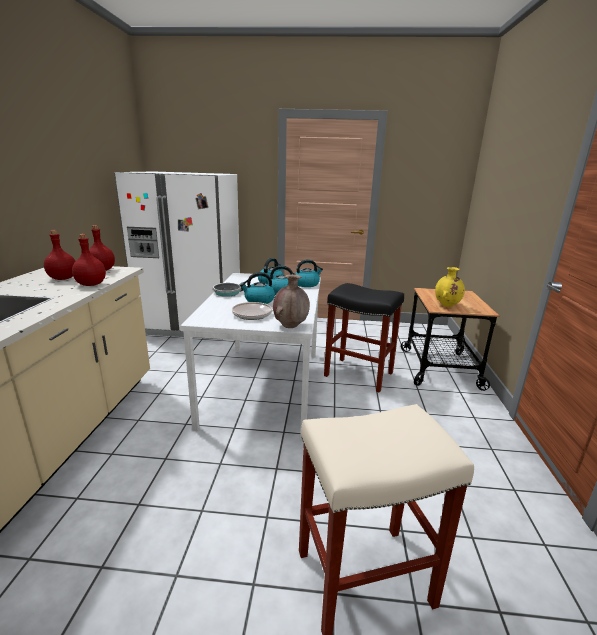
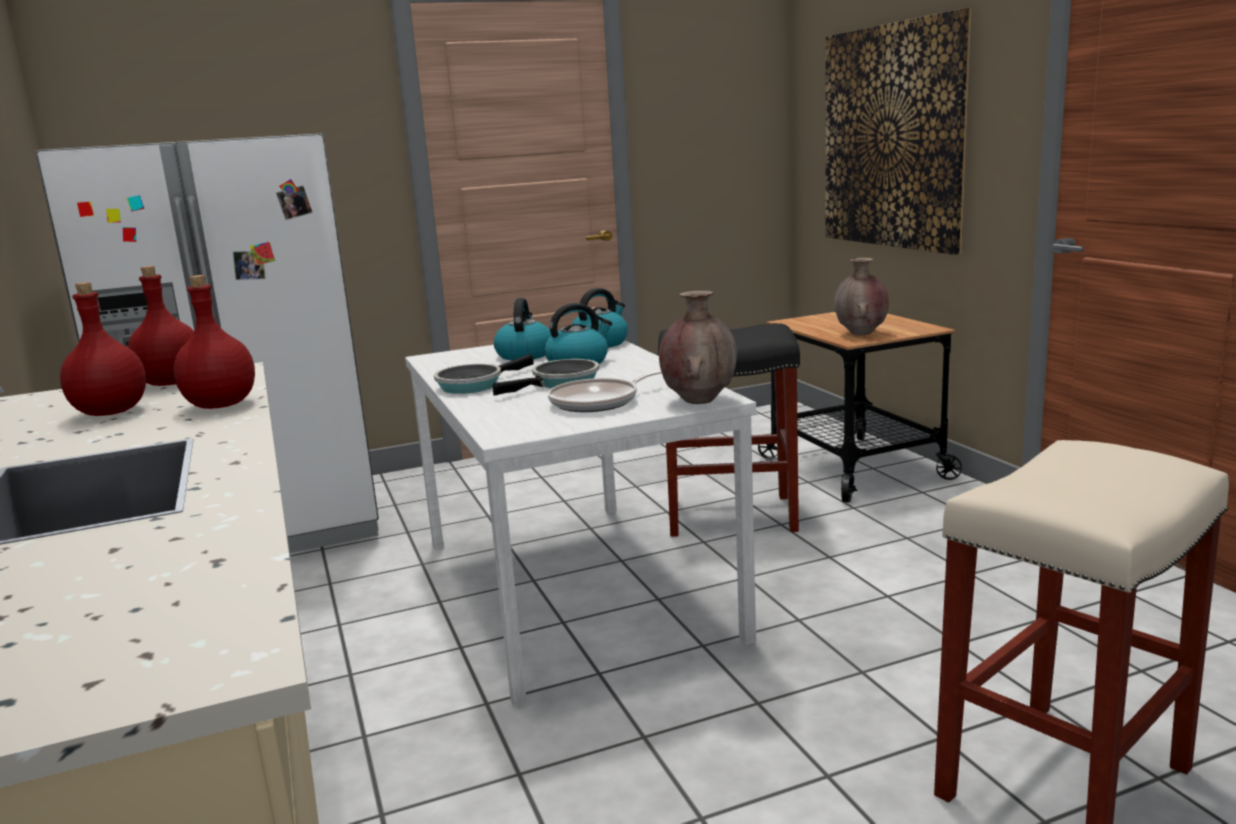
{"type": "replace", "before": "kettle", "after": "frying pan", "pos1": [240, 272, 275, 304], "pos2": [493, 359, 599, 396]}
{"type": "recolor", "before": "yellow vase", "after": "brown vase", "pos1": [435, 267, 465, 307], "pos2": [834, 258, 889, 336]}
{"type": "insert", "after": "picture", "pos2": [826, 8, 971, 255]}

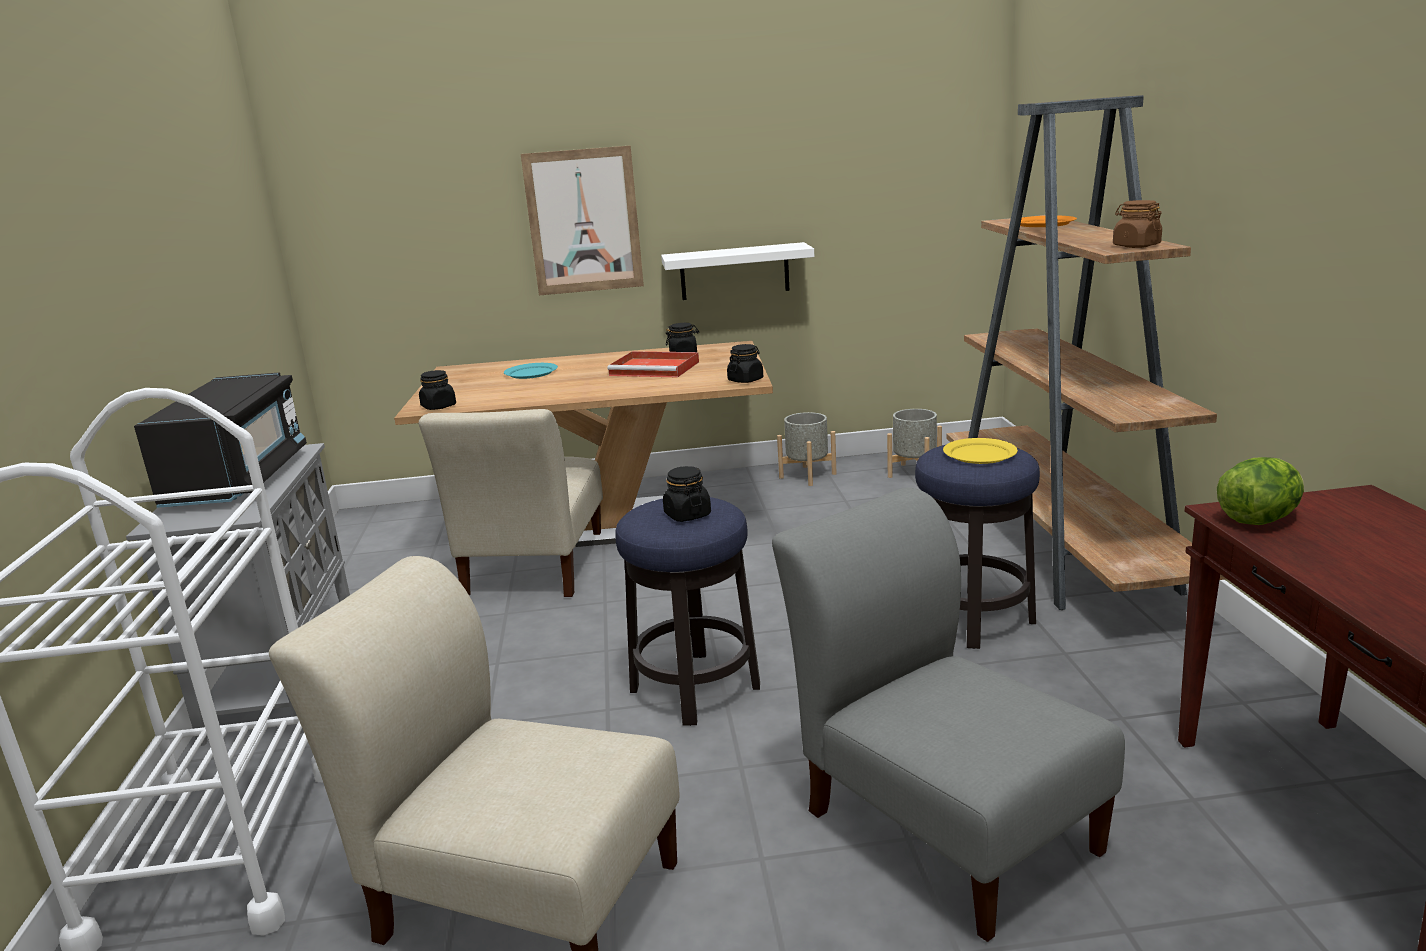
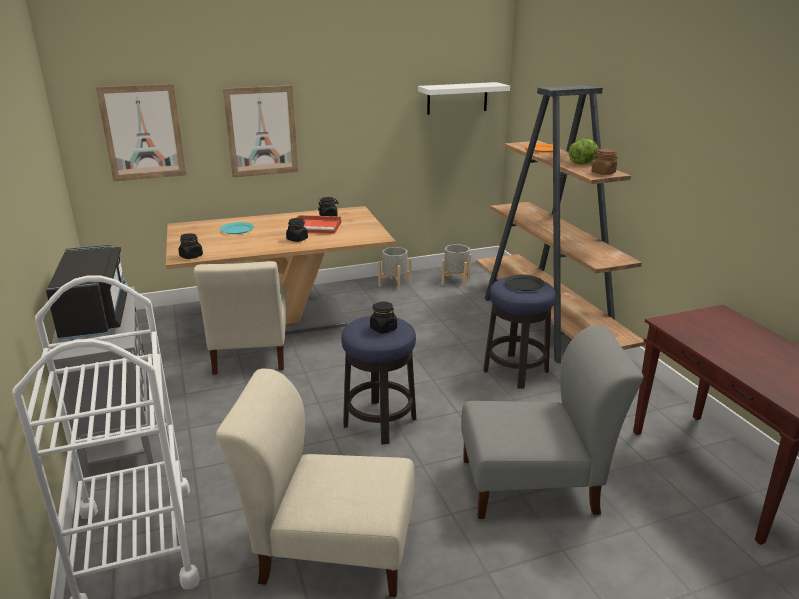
{"type": "move", "before": "white shelf", "pos1": [661, 242, 814, 300], "pos2": [418, 82, 510, 115]}
{"type": "move", "before": "black jar", "pos1": [727, 344, 763, 383], "pos2": [286, 218, 308, 242]}
{"type": "rotate", "before": "grey chair", "pos1": [772, 487, 1125, 942], "pos2": [461, 325, 643, 519], "turn": 135}
{"type": "recolor", "before": "yellow plate", "after": "black plate", "pos1": [943, 438, 1018, 464], "pos2": [505, 275, 545, 291]}
{"type": "move", "before": "lettuce", "pos1": [1217, 457, 1304, 525], "pos2": [569, 139, 598, 164]}
{"type": "insert", "after": "picture", "pos2": [96, 84, 186, 181]}

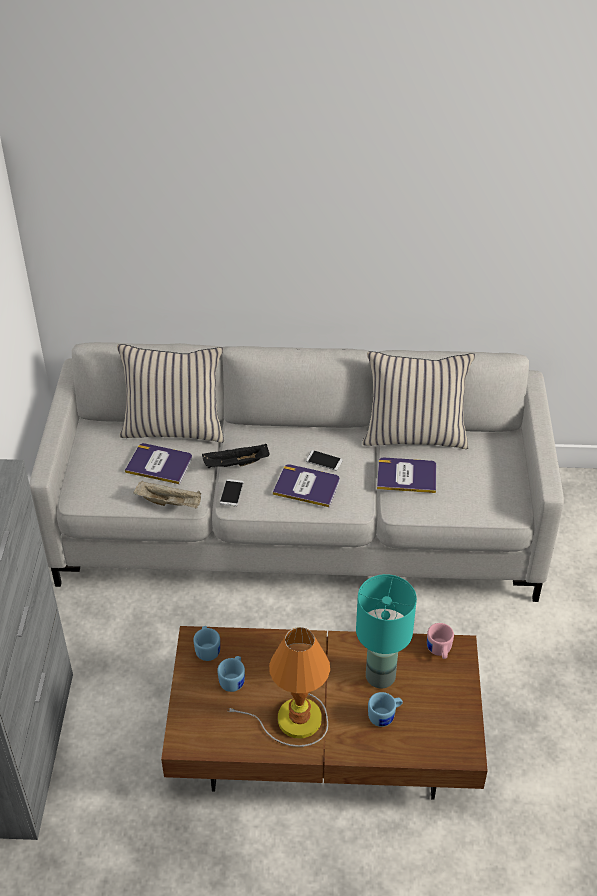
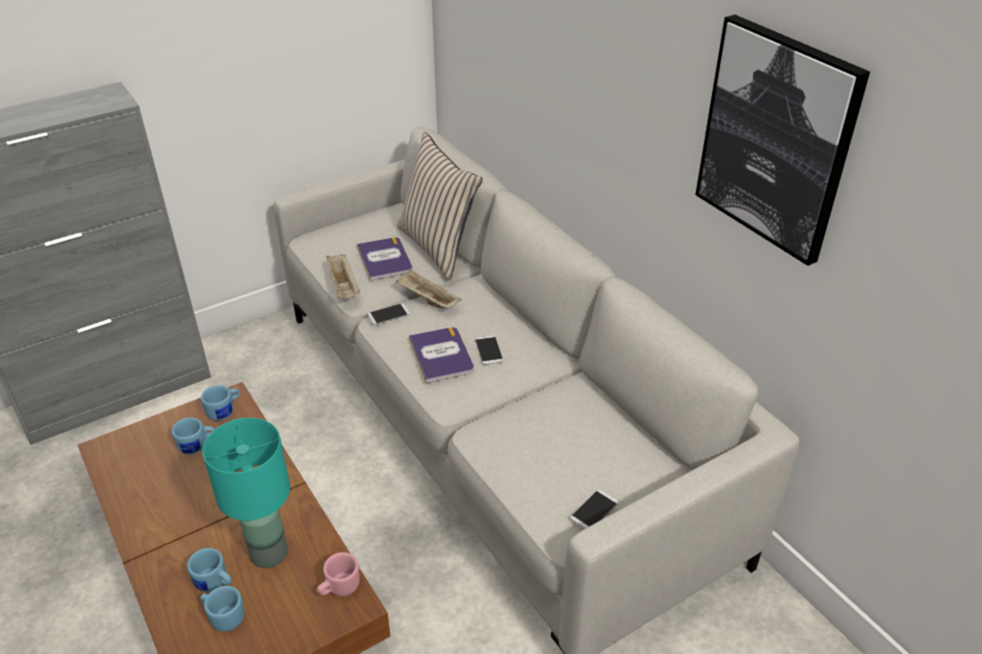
{"type": "recolor", "before": "black tray", "after": "beige tray", "pos1": [202, 443, 269, 468], "pos2": [396, 270, 462, 308]}
{"type": "delete", "before": "table lamp", "pos1": [228, 627, 330, 747]}
{"type": "delete", "before": "beige pillow", "pos1": [363, 352, 475, 449]}
{"type": "delete", "before": "book", "pos1": [377, 458, 436, 493]}
{"type": "insert", "after": "blue mug", "pos2": [200, 586, 244, 632]}
{"type": "insert", "after": "phone", "pos2": [570, 490, 618, 529]}
{"type": "insert", "after": "picture", "pos2": [695, 15, 870, 266]}

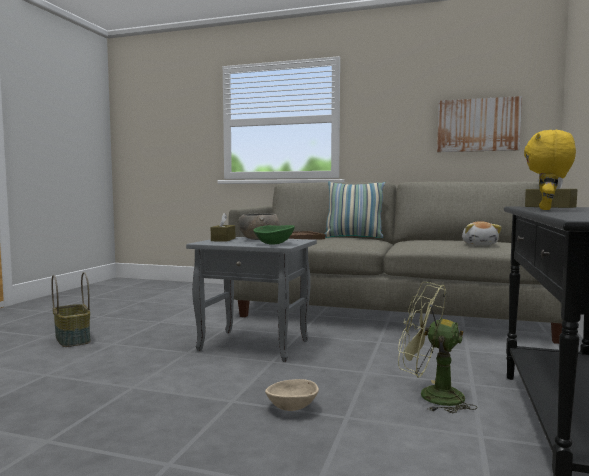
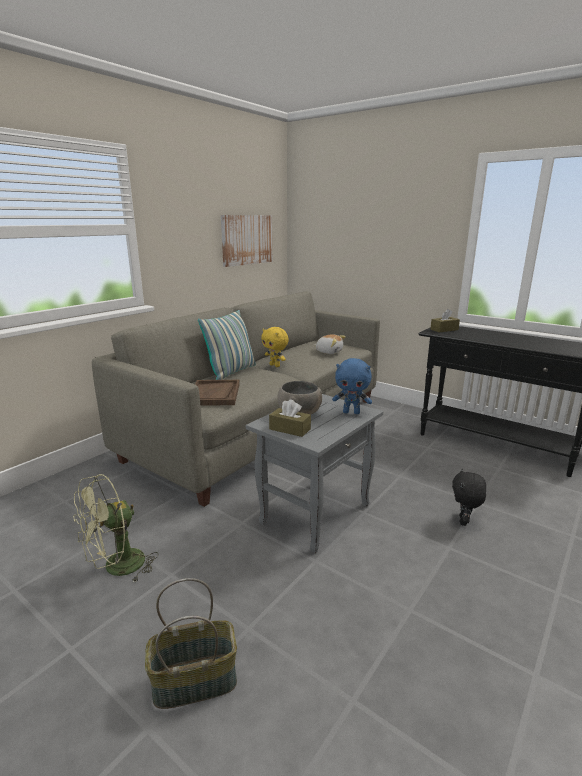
{"type": "replace", "before": "green bowl", "after": "blue plush toy", "pos1": [253, 225, 295, 245], "pos2": [332, 358, 372, 414]}
{"type": "replace", "before": "beige bowl", "after": "black plush toy", "pos1": [265, 379, 319, 411], "pos2": [452, 469, 486, 526]}
{"type": "move", "before": "green fan", "pos1": [398, 282, 478, 414], "pos2": [73, 474, 158, 583]}
{"type": "move", "before": "yellow plush toy", "pos1": [524, 130, 576, 210], "pos2": [261, 327, 289, 367]}

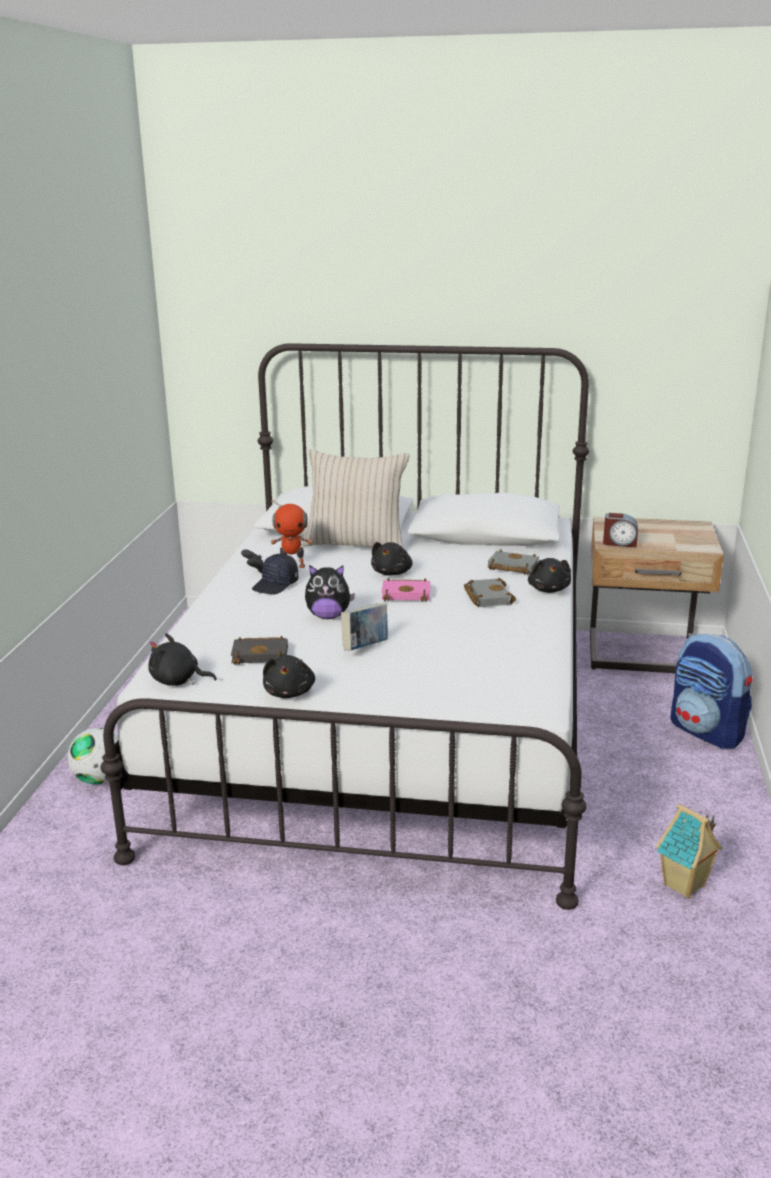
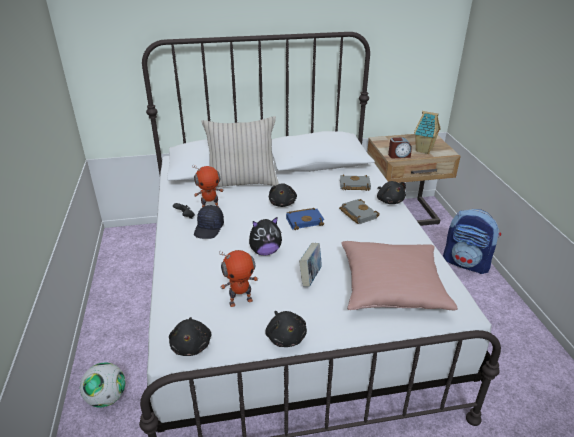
{"type": "rotate", "before": "black plush toy", "pos1": [148, 633, 217, 686], "pos2": [169, 317, 211, 356], "turn": -90}
{"type": "replace", "before": "black book", "after": "toy robot", "pos1": [231, 636, 288, 665], "pos2": [219, 250, 258, 307]}
{"type": "recolor", "before": "pink book", "after": "blue book", "pos1": [382, 578, 430, 602], "pos2": [286, 208, 324, 230]}
{"type": "move", "before": "toy house", "pos1": [656, 804, 722, 899], "pos2": [414, 111, 441, 154]}
{"type": "insert", "after": "pink pillow", "pos2": [341, 241, 458, 310]}

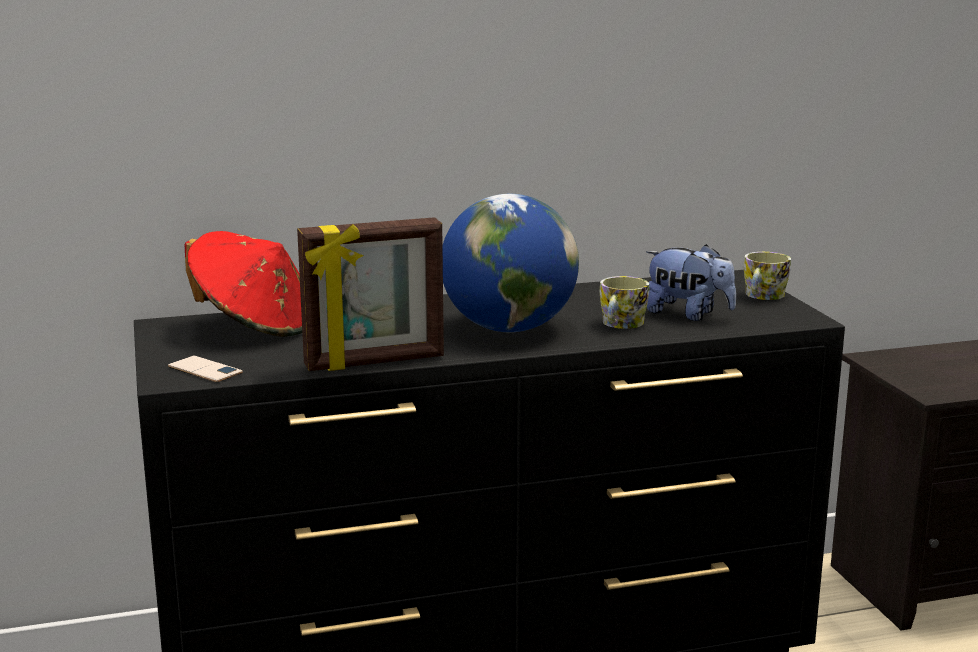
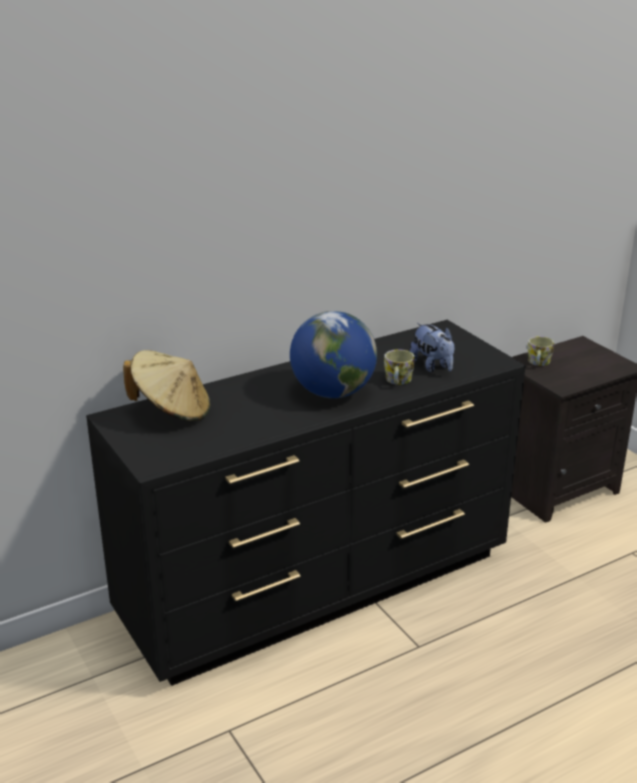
{"type": "delete", "before": "phone", "pos1": [168, 355, 243, 383]}
{"type": "recolor", "before": "red hat", "after": "beige hat", "pos1": [184, 231, 302, 337], "pos2": [123, 350, 210, 421]}
{"type": "delete", "before": "picture frame", "pos1": [297, 217, 444, 371]}
{"type": "rotate", "before": "plush toy", "pos1": [646, 244, 736, 321], "pos2": [410, 323, 454, 373], "turn": 45}
{"type": "move", "before": "mug", "pos1": [744, 252, 791, 300], "pos2": [528, 336, 554, 366]}

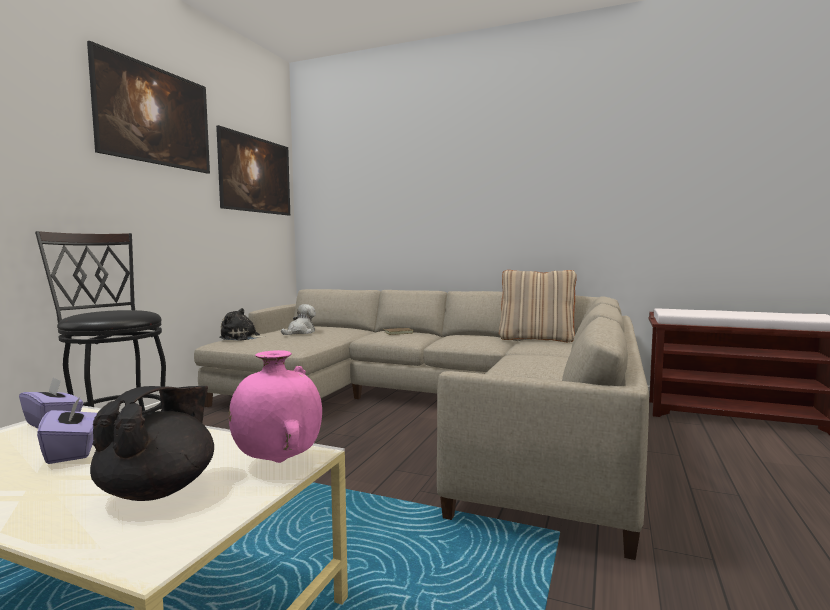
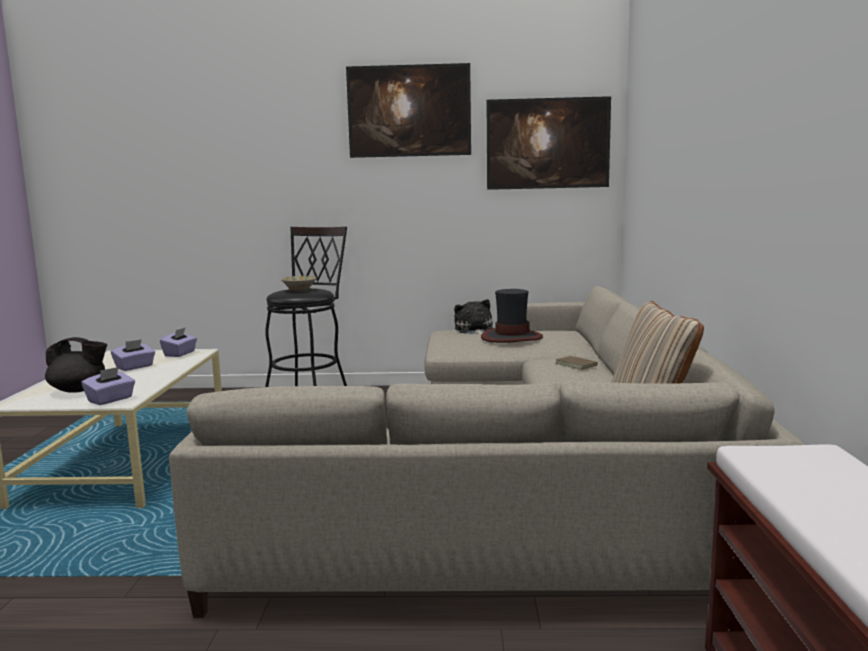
{"type": "replace", "before": "pink vase", "after": "purple tissue box", "pos1": [229, 350, 322, 463], "pos2": [81, 367, 135, 405]}
{"type": "replace", "before": "plush toy", "after": "hat", "pos1": [281, 304, 316, 335], "pos2": [481, 289, 543, 343]}
{"type": "insert", "after": "beige bowl", "pos2": [281, 276, 317, 291]}

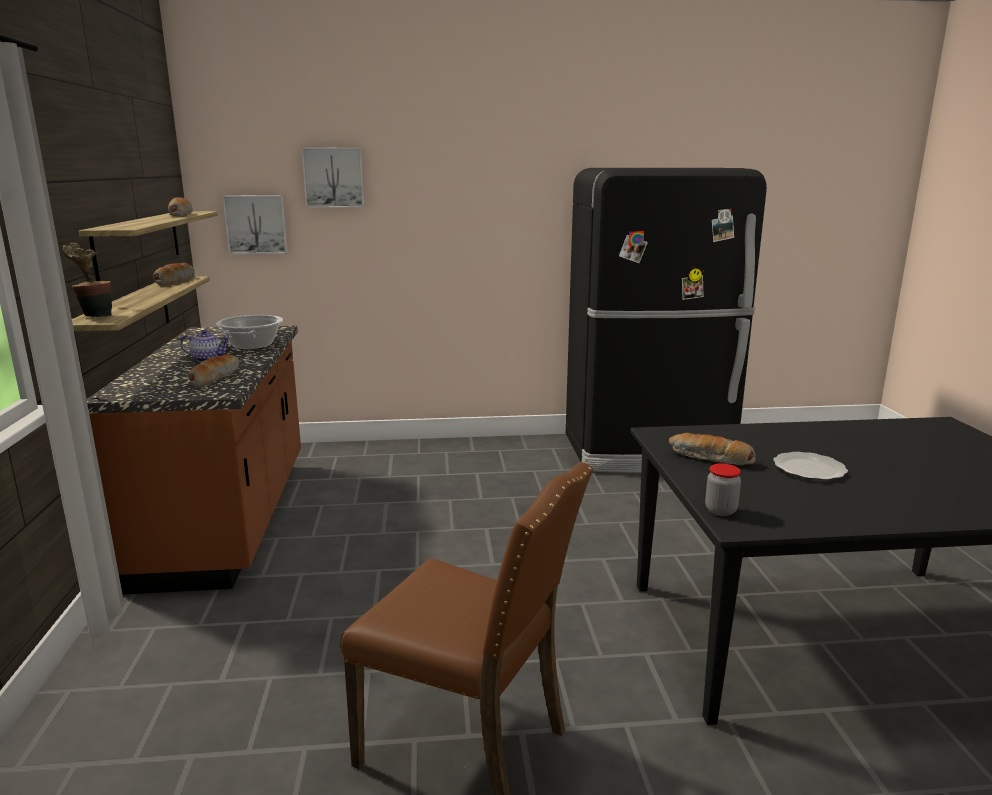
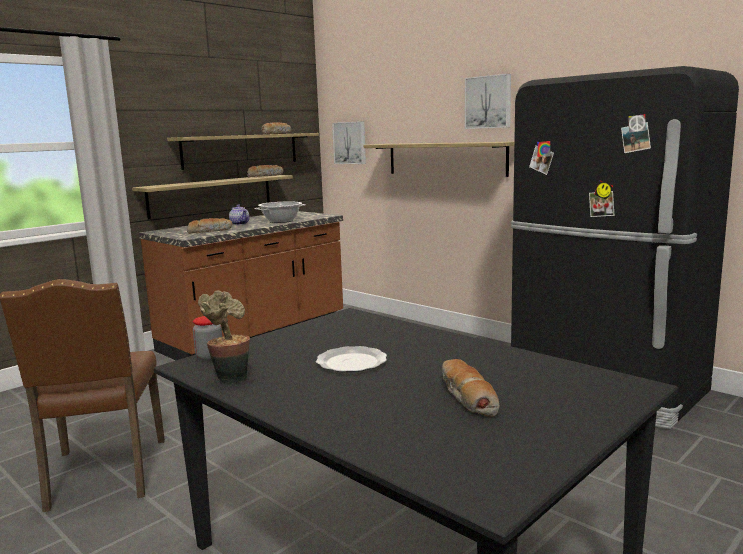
{"type": "move", "before": "potted plant", "pos1": [63, 243, 112, 317], "pos2": [198, 290, 250, 384]}
{"type": "move", "before": "picture", "pos1": [301, 148, 364, 208], "pos2": [465, 74, 511, 129]}
{"type": "move", "before": "bread", "pos1": [669, 433, 755, 465], "pos2": [442, 359, 500, 417]}
{"type": "insert", "after": "shelf", "pos2": [364, 142, 514, 177]}

